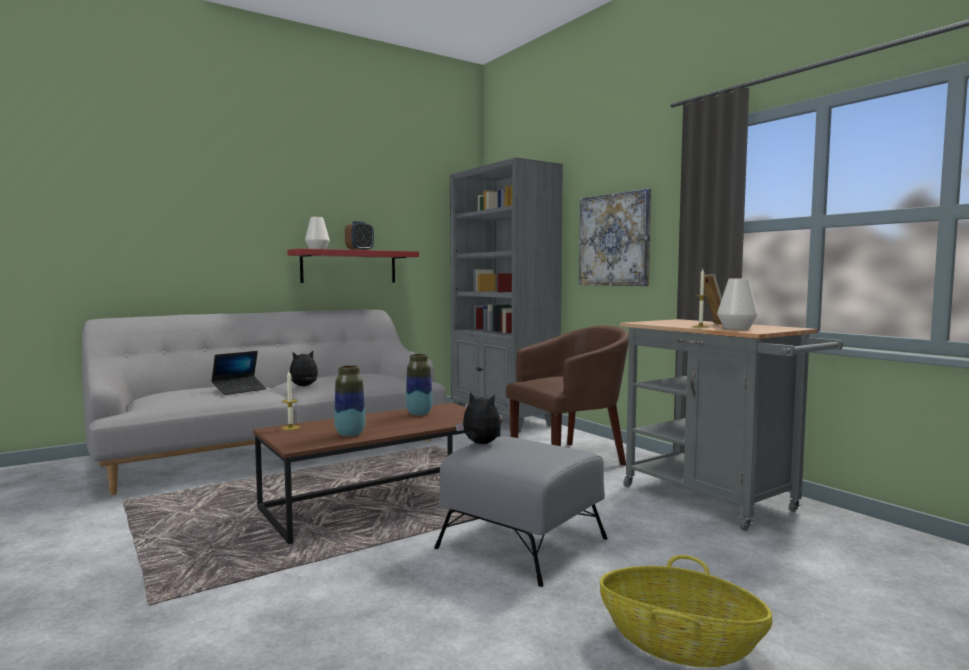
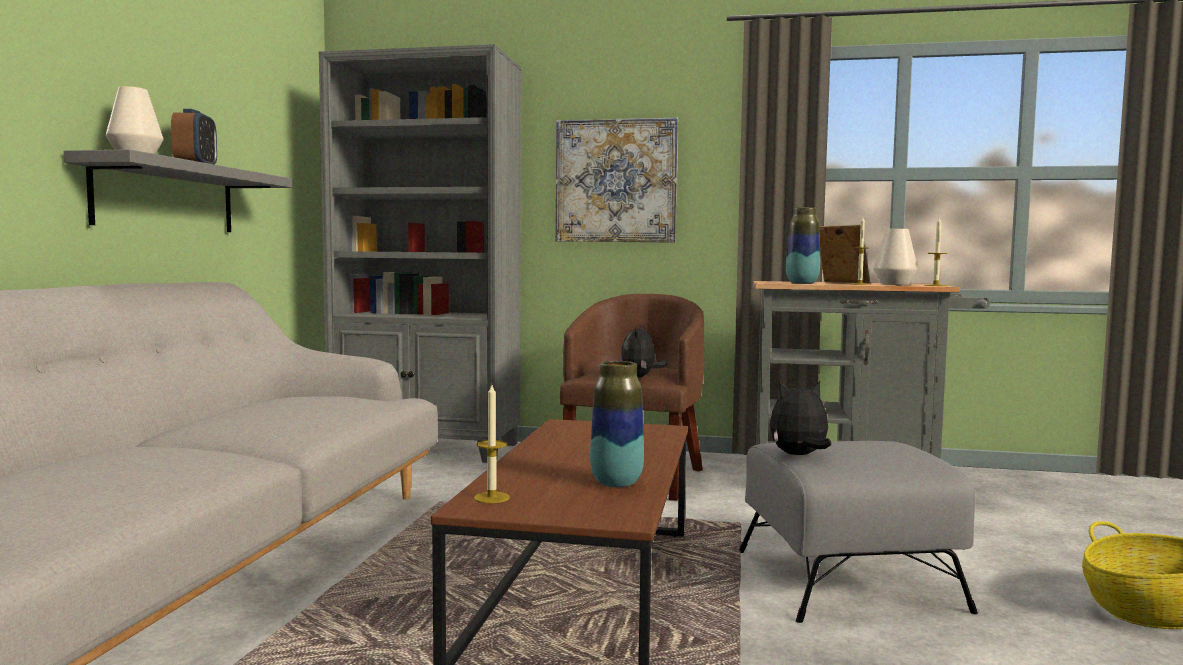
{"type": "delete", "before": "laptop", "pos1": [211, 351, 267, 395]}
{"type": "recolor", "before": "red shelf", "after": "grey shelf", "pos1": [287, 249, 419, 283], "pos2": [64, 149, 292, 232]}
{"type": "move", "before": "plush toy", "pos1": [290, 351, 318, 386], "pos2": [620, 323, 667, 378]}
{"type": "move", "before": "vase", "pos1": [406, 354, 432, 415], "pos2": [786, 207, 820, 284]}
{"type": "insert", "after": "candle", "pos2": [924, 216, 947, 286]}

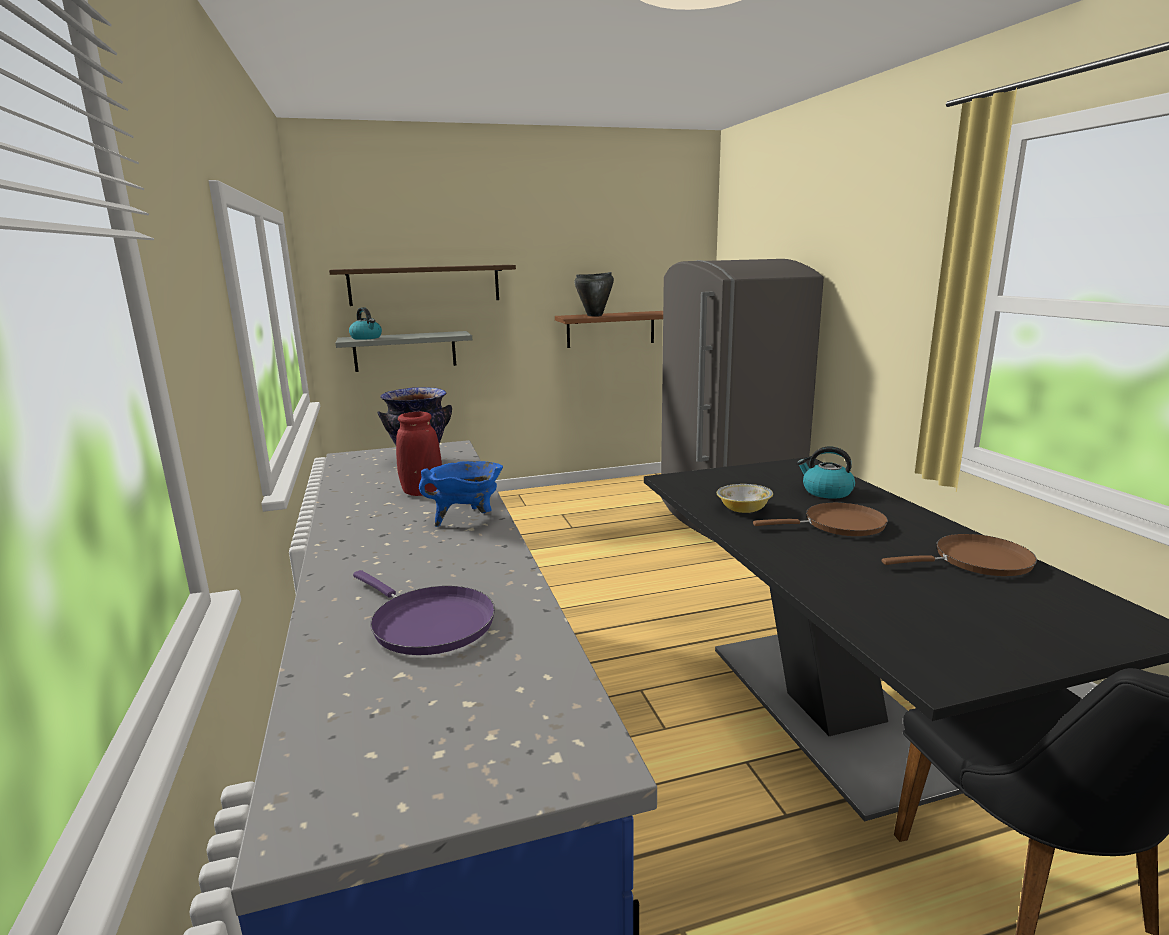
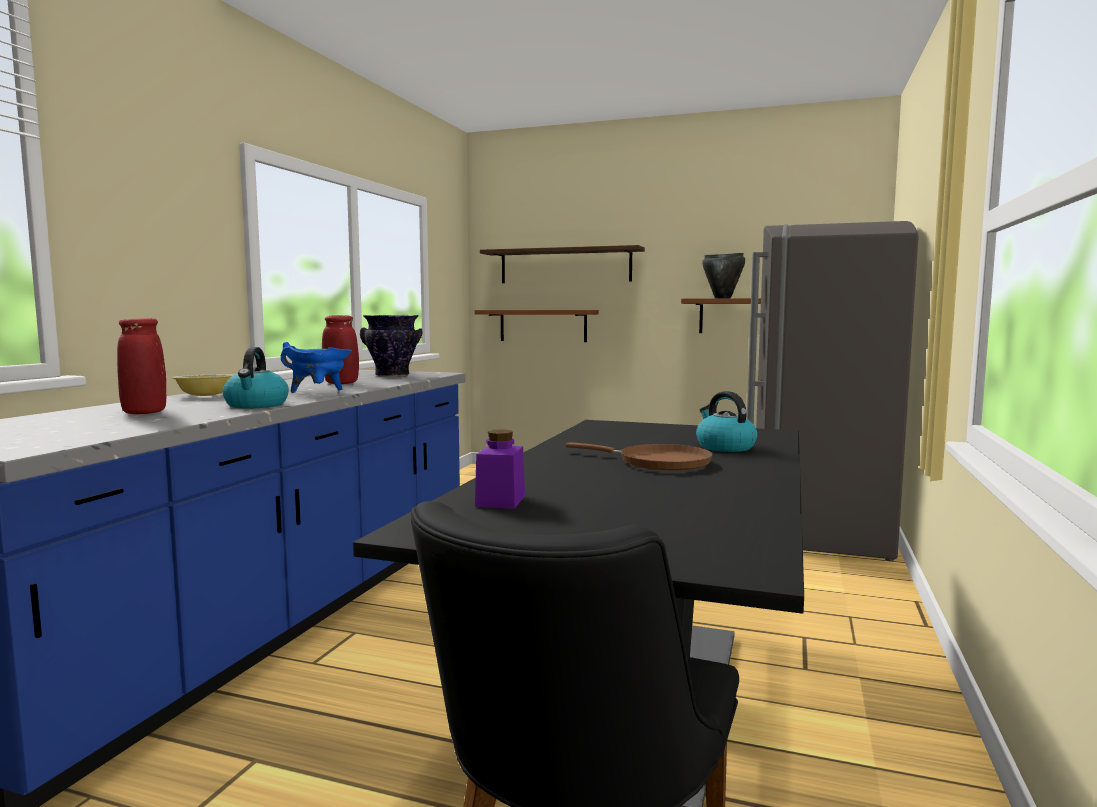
{"type": "recolor", "before": "grey shelf", "after": "brown shelf", "pos1": [336, 331, 472, 372], "pos2": [474, 310, 599, 342]}
{"type": "move", "before": "kettle", "pos1": [349, 307, 382, 340], "pos2": [222, 347, 289, 409]}
{"type": "replace", "before": "purple frying pan", "after": "red vase", "pos1": [353, 570, 495, 655], "pos2": [117, 318, 166, 414]}
{"type": "move", "before": "bowl", "pos1": [717, 484, 773, 513], "pos2": [172, 374, 234, 396]}
{"type": "delete", "before": "brown frying pan", "pos1": [882, 534, 1037, 576]}
{"type": "insert", "after": "purple jar", "pos2": [475, 429, 525, 509]}

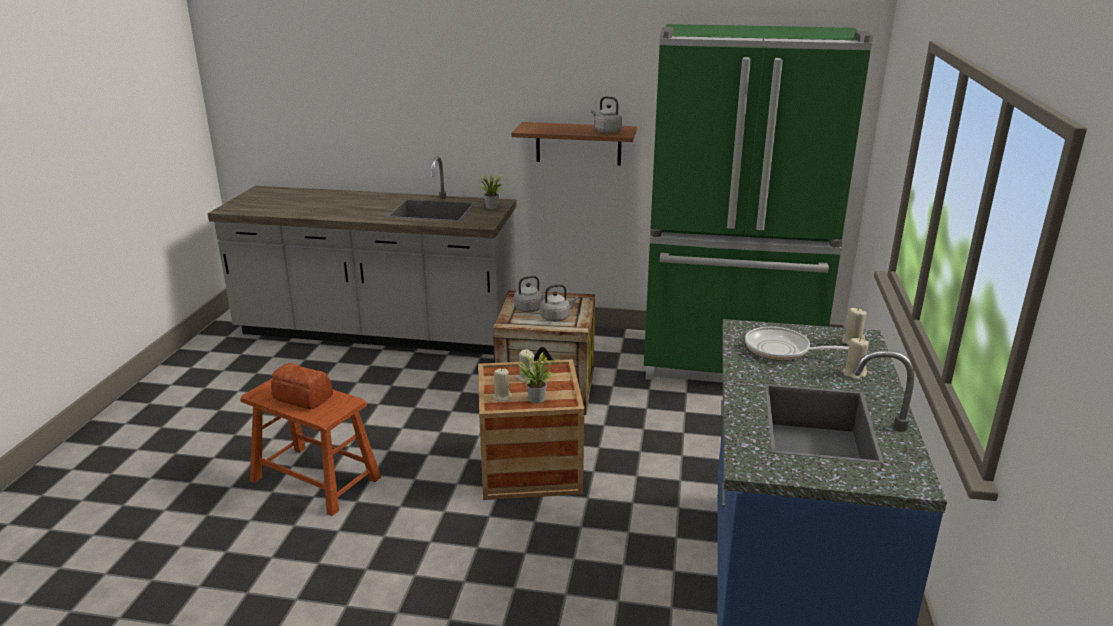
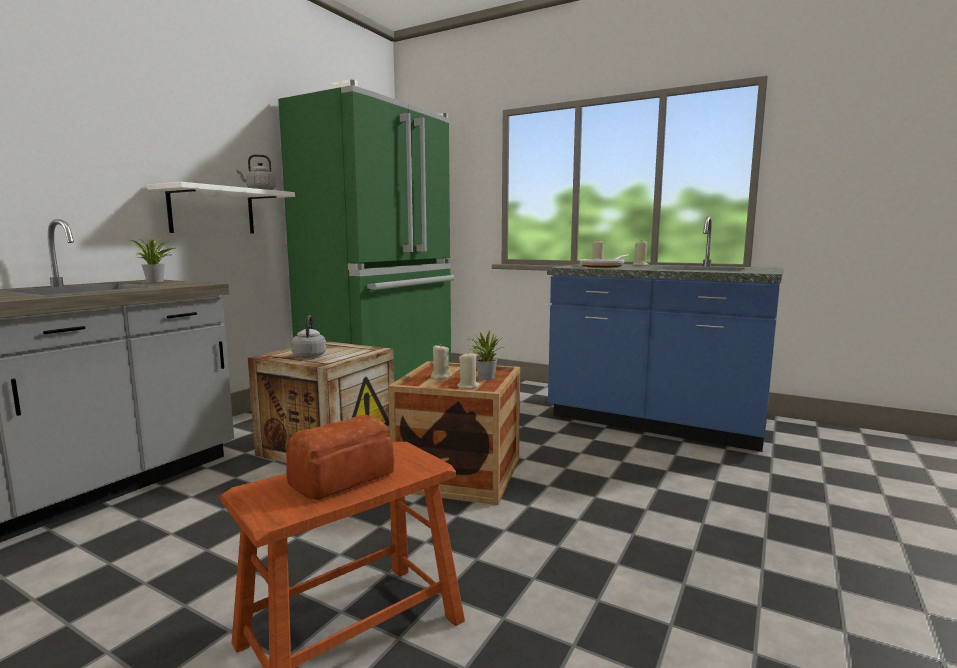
{"type": "recolor", "before": "brown shelf", "after": "white shelf", "pos1": [512, 122, 637, 166], "pos2": [147, 182, 295, 234]}
{"type": "delete", "before": "grey kettle", "pos1": [540, 284, 578, 322]}

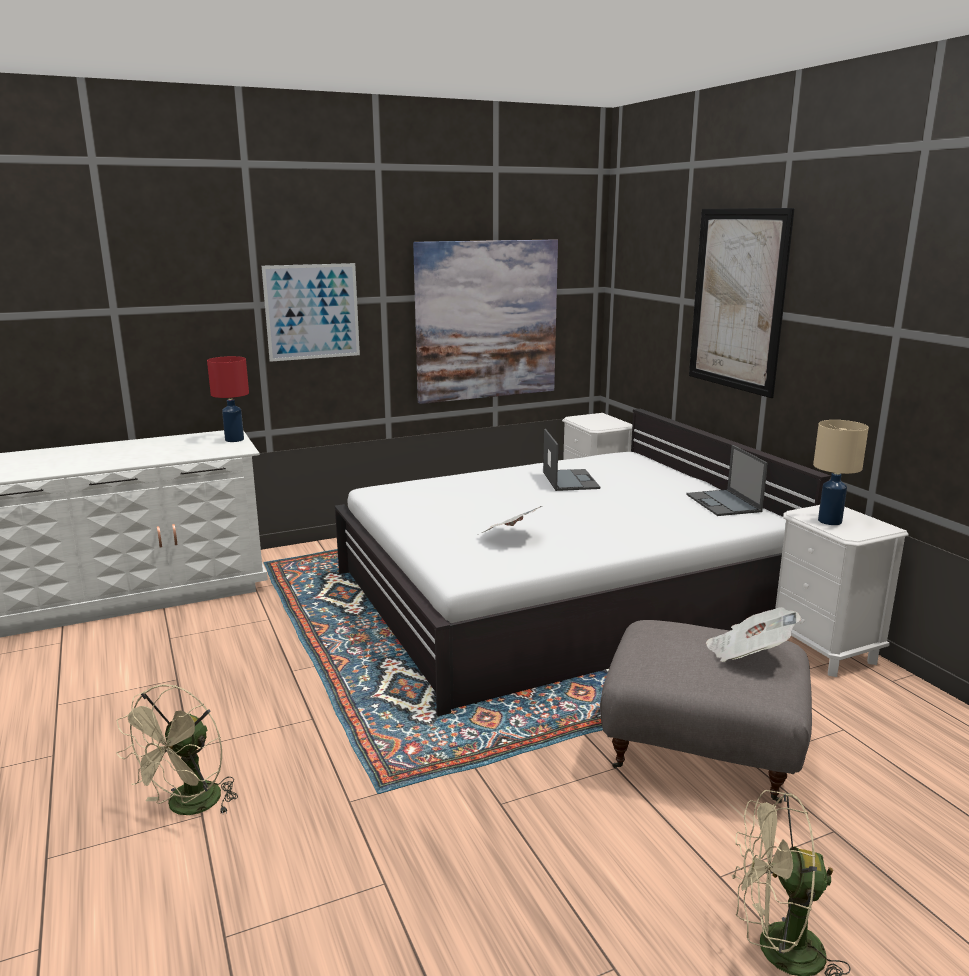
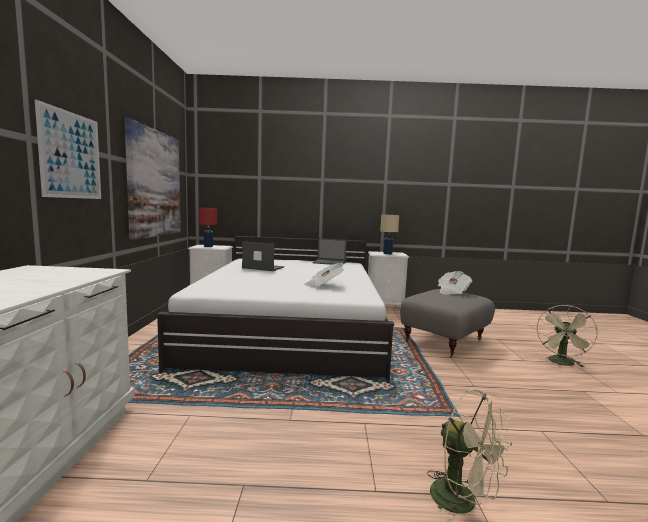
{"type": "move", "before": "red table lamp", "pos1": [207, 356, 249, 442], "pos2": [199, 208, 217, 247]}
{"type": "delete", "before": "picture", "pos1": [689, 208, 795, 398]}

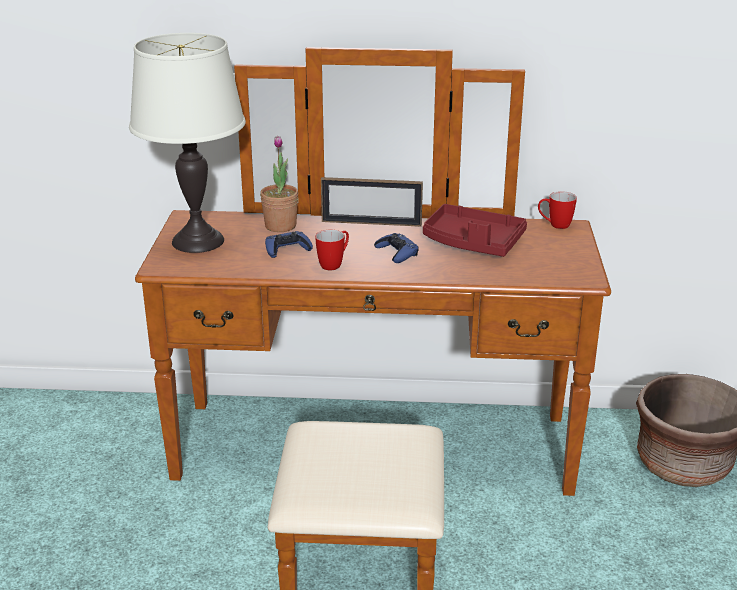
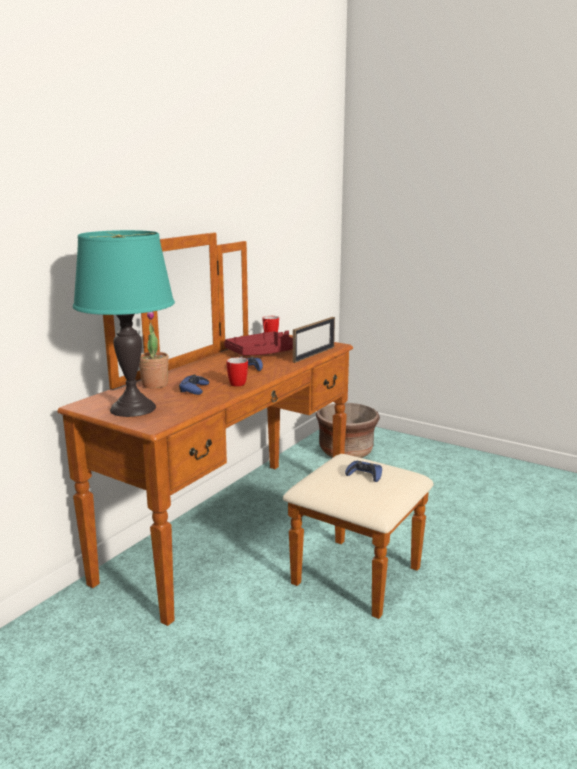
{"type": "recolor", "before": "white table lamp", "after": "turquoise table lamp", "pos1": [129, 33, 246, 253], "pos2": [73, 230, 175, 417]}
{"type": "move", "before": "picture frame", "pos1": [321, 177, 423, 227], "pos2": [293, 317, 335, 363]}
{"type": "insert", "after": "blue game controller", "pos2": [345, 461, 382, 482]}

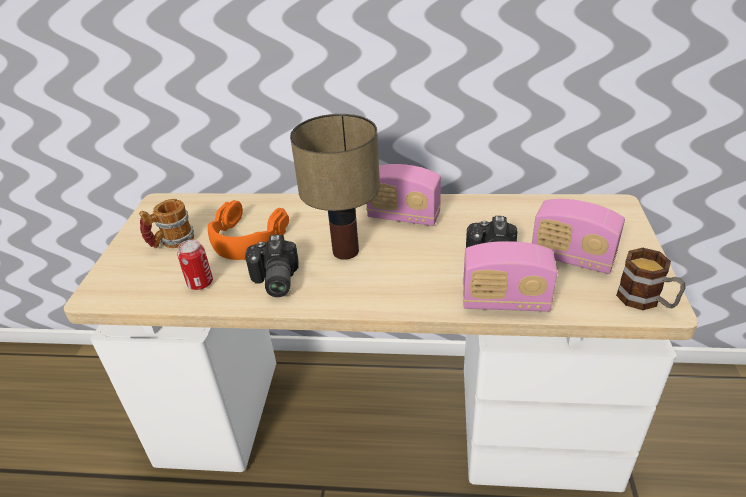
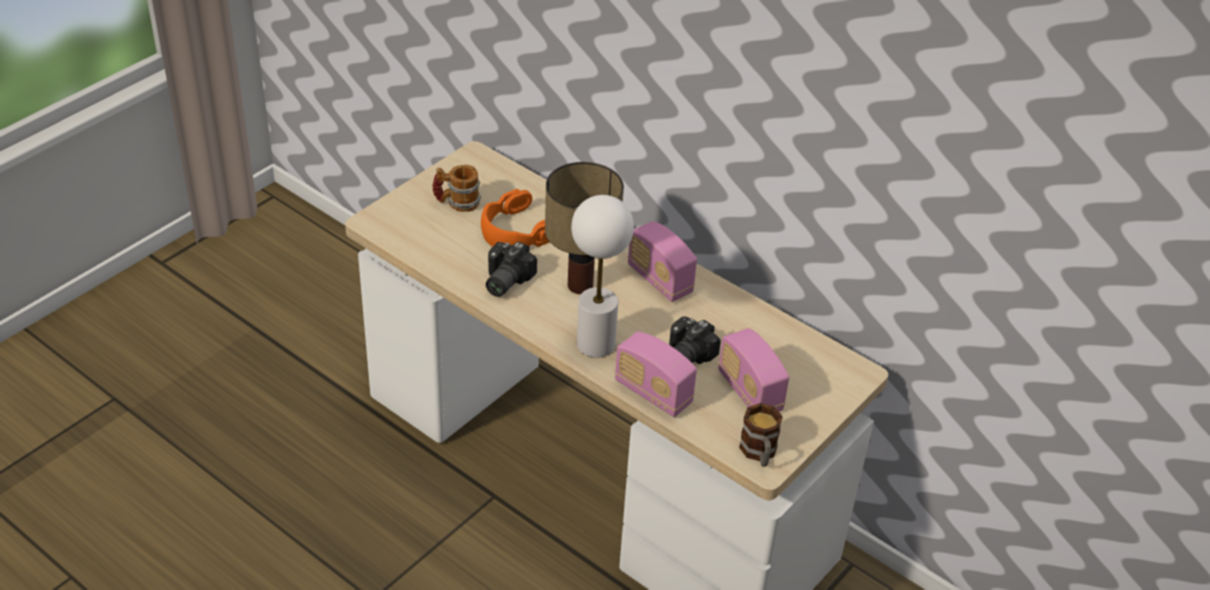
{"type": "delete", "before": "can", "pos1": [177, 240, 213, 290]}
{"type": "insert", "after": "white table lamp", "pos2": [571, 195, 634, 358]}

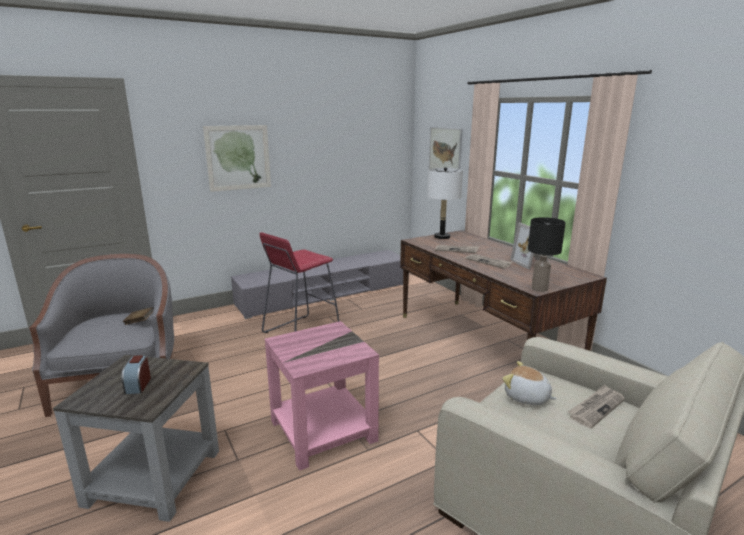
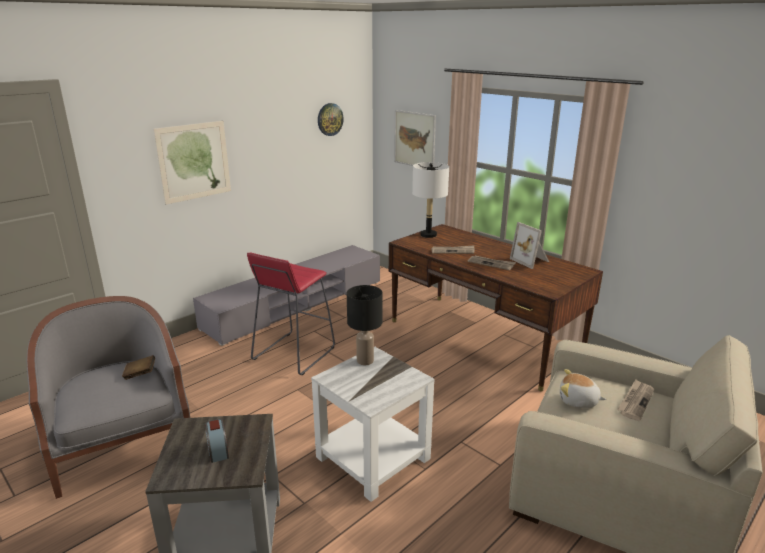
{"type": "recolor", "before": "pink side table", "after": "white side table", "pos1": [265, 321, 379, 471], "pos2": [311, 347, 435, 502]}
{"type": "move", "before": "black table lamp", "pos1": [528, 217, 566, 292], "pos2": [347, 285, 382, 365]}
{"type": "insert", "after": "wall clock", "pos2": [318, 103, 344, 136]}

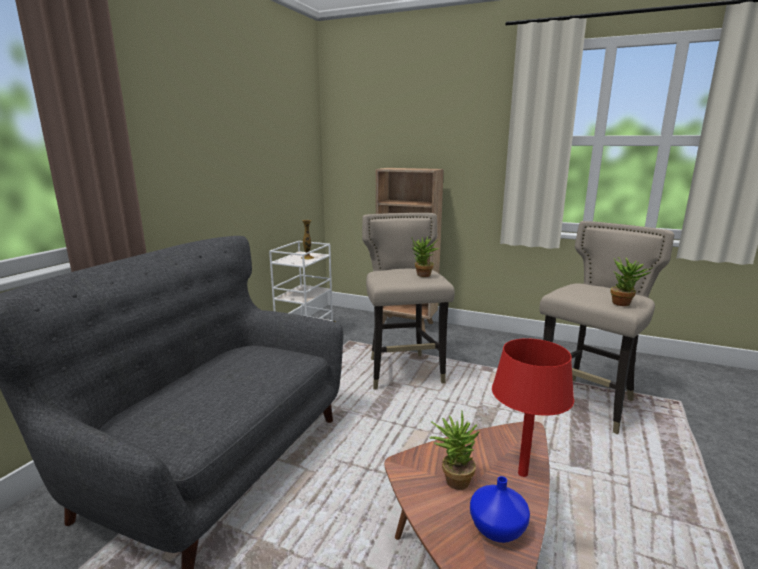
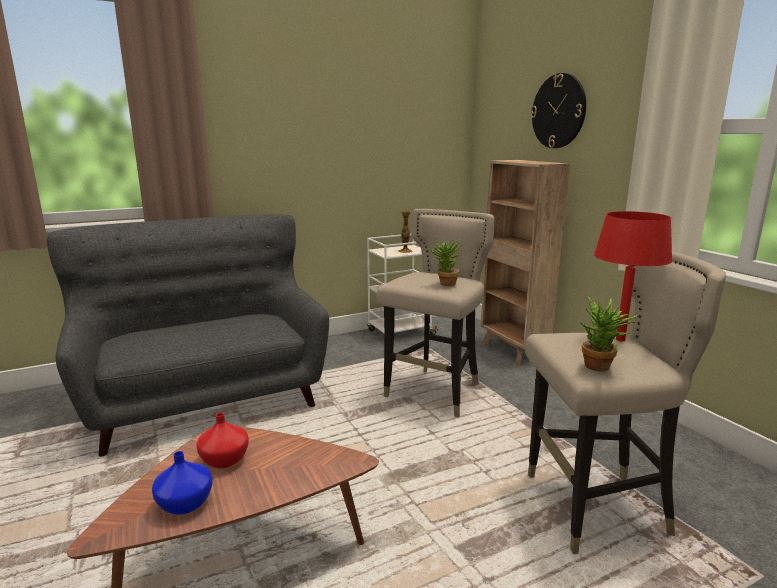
{"type": "replace", "before": "potted plant", "after": "red vase", "pos1": [430, 411, 480, 490], "pos2": [197, 413, 249, 468]}
{"type": "move", "before": "red table lamp", "pos1": [492, 338, 574, 477], "pos2": [594, 211, 673, 341]}
{"type": "insert", "after": "wall clock", "pos2": [530, 73, 586, 148]}

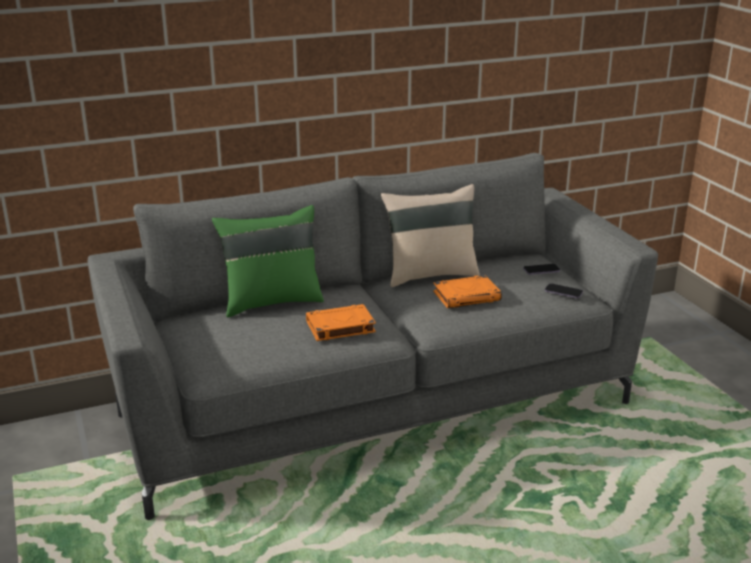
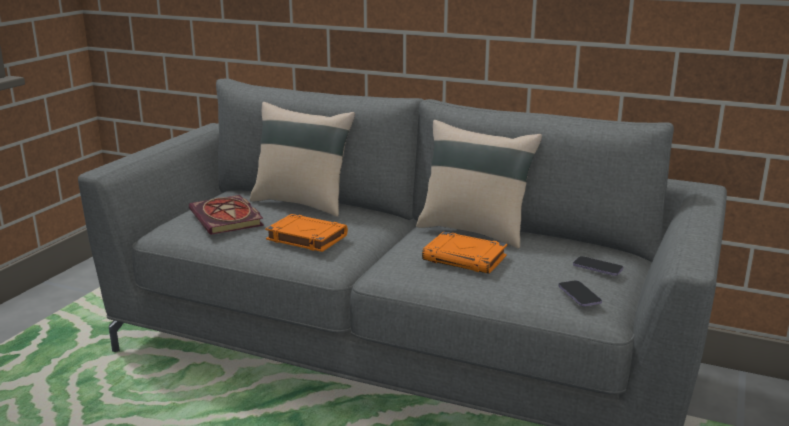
{"type": "recolor", "before": "green pillow", "after": "beige pillow", "pos1": [212, 205, 324, 317], "pos2": [250, 102, 355, 217]}
{"type": "insert", "after": "book", "pos2": [189, 195, 264, 235]}

